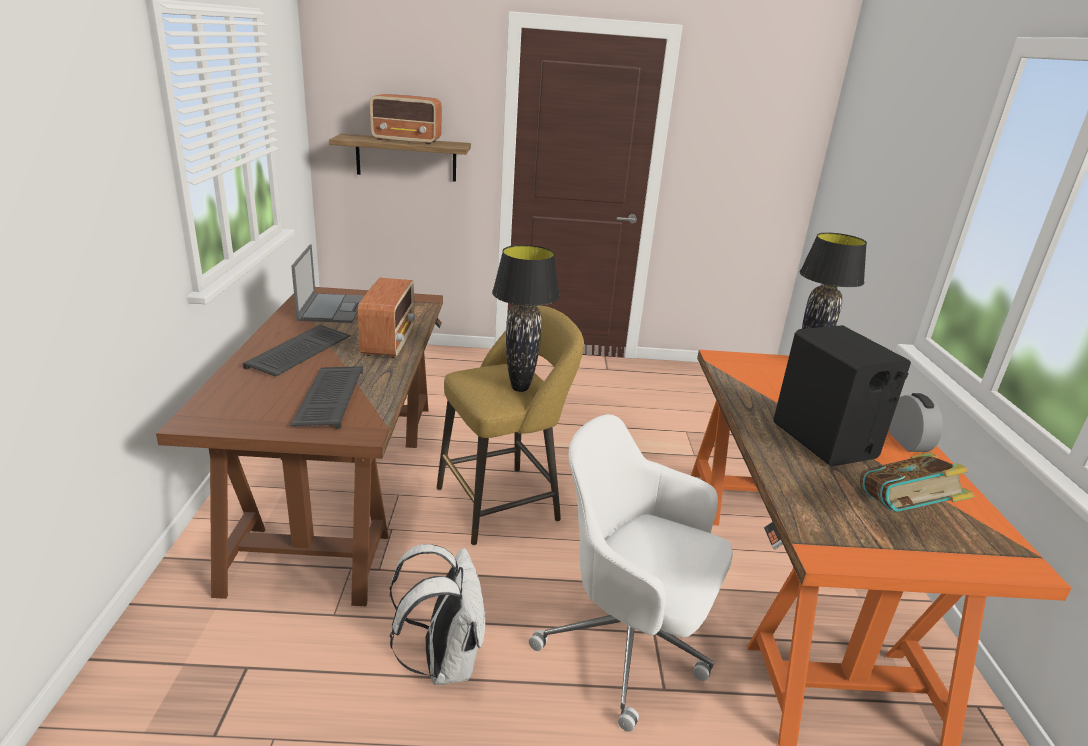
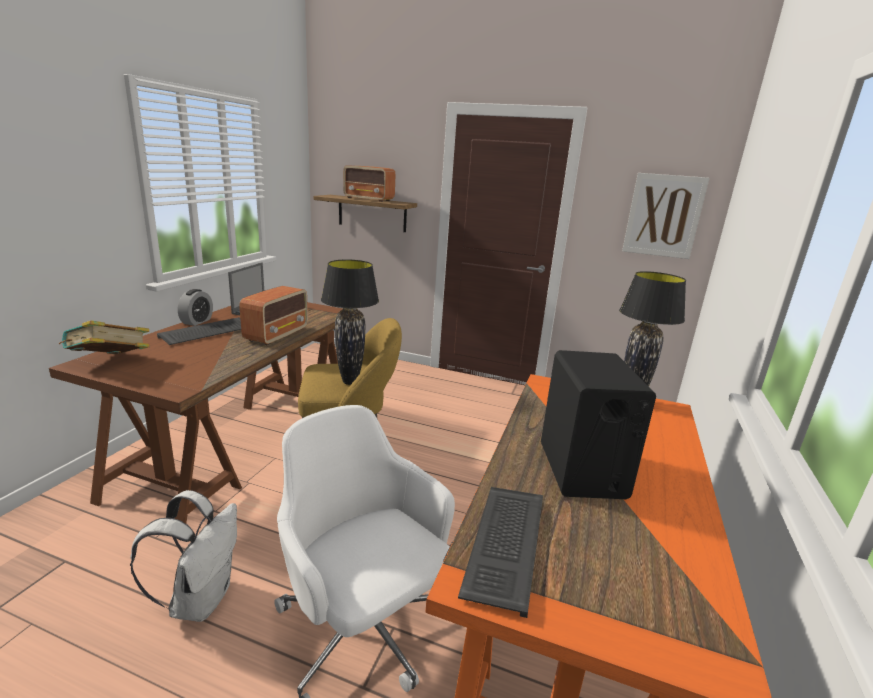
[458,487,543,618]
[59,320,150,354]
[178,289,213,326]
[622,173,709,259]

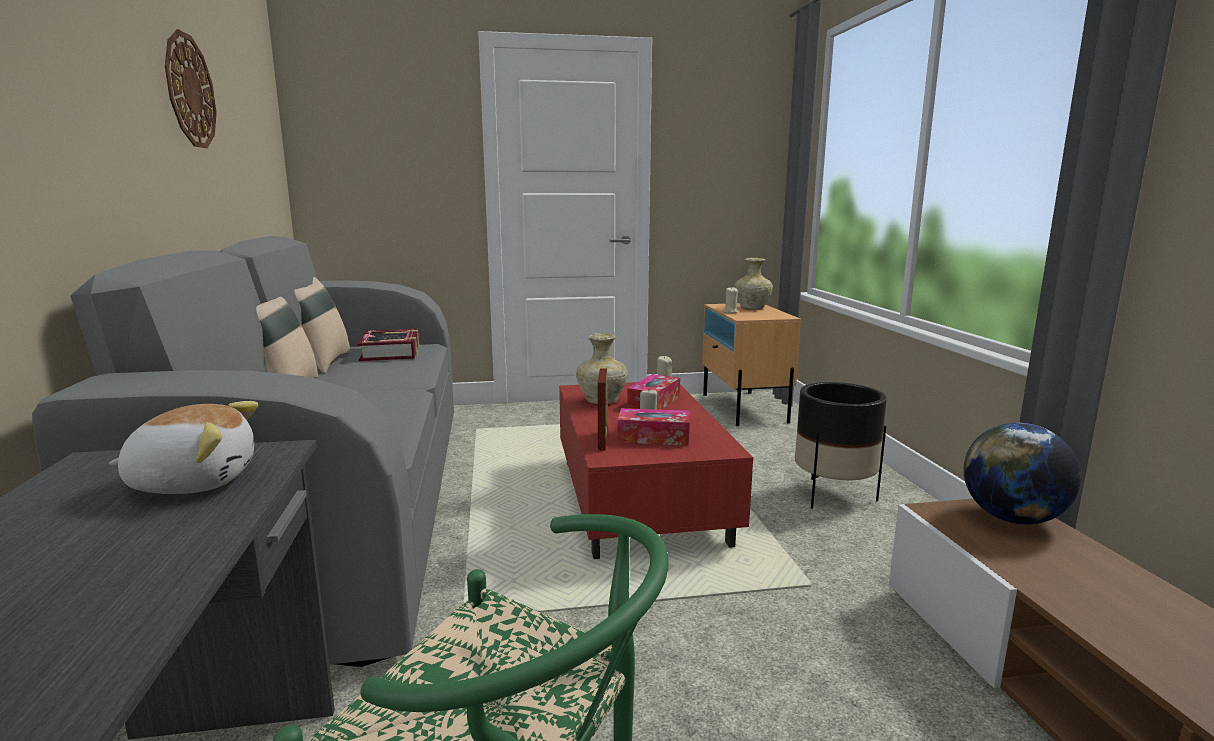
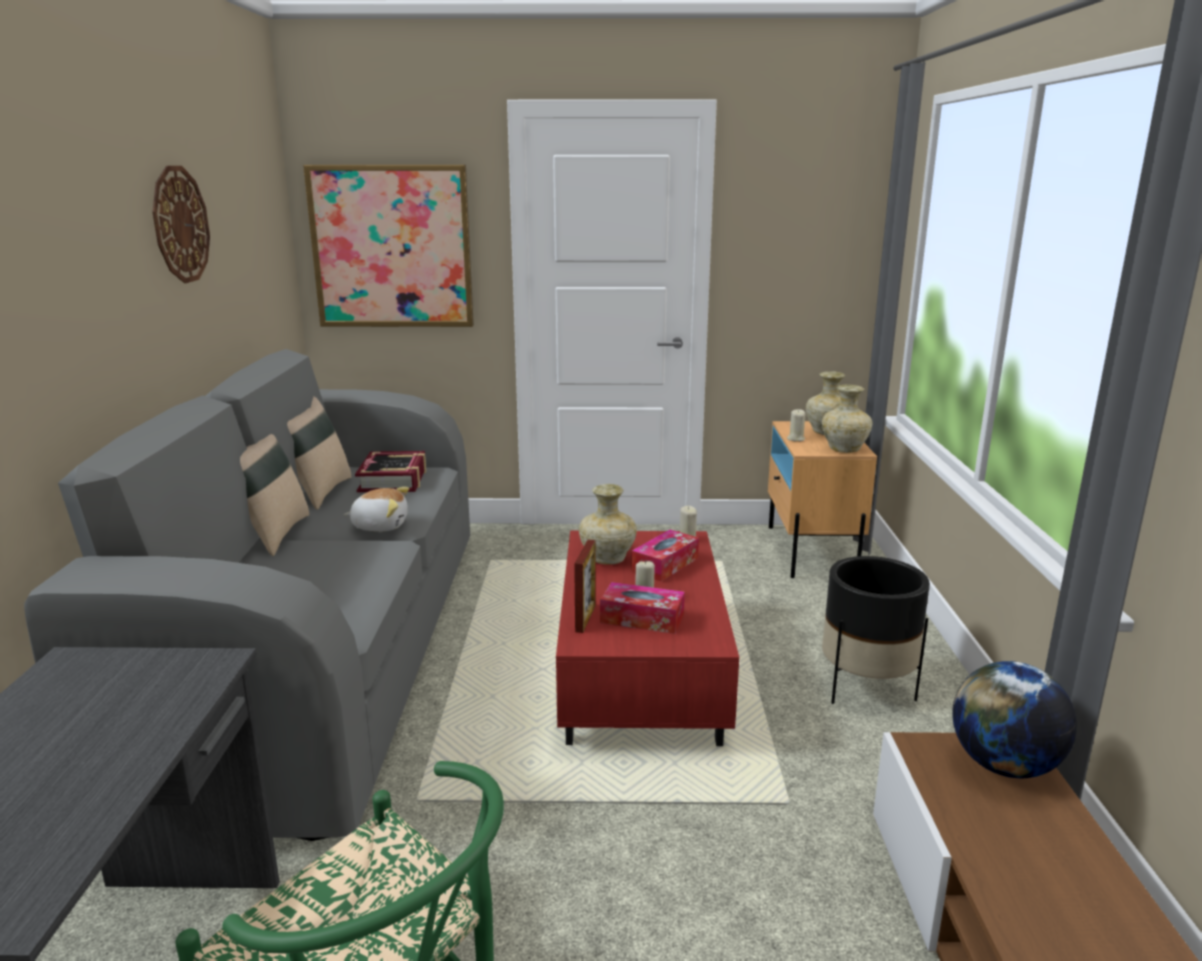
[344,487,409,532]
[303,165,474,327]
[822,385,872,453]

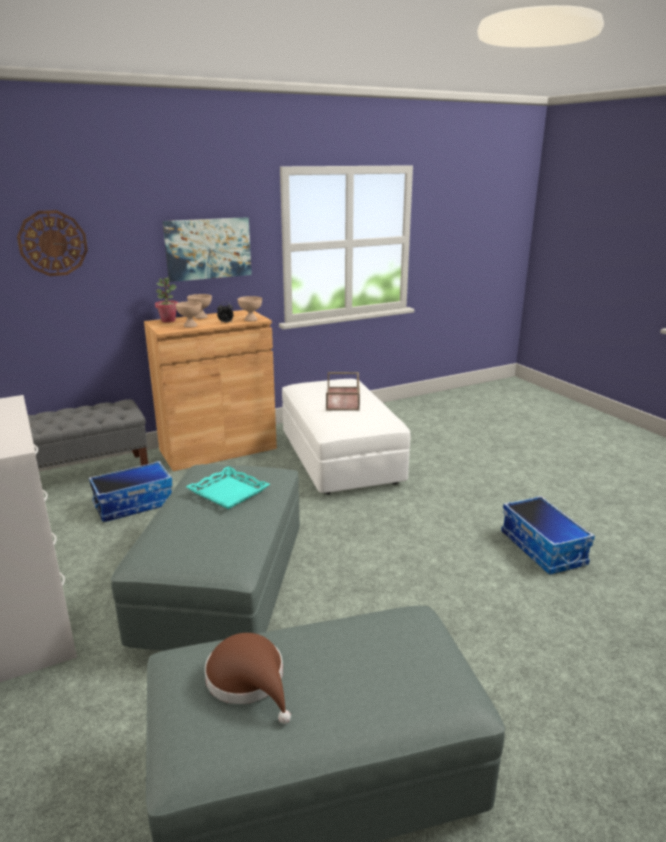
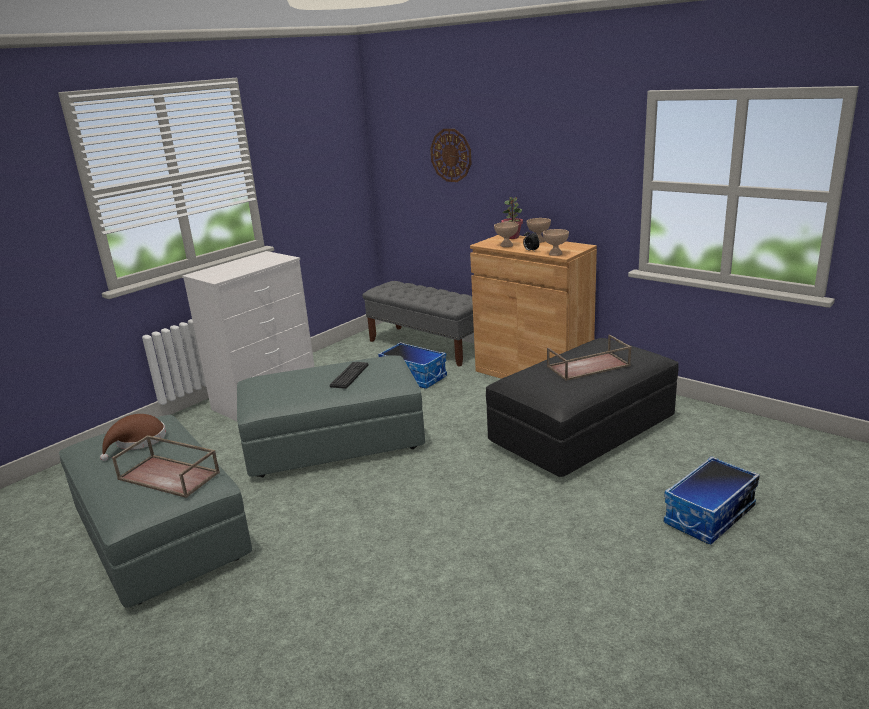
[163,217,252,282] (first image)
[330,362,368,389]
[486,338,679,477]
[664,456,760,545]
[112,435,220,498]

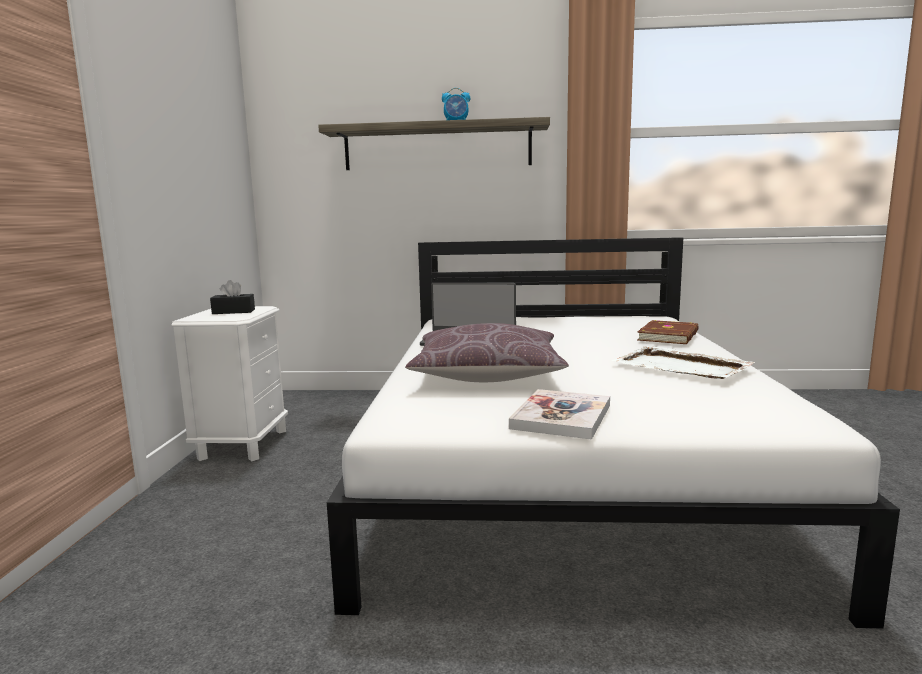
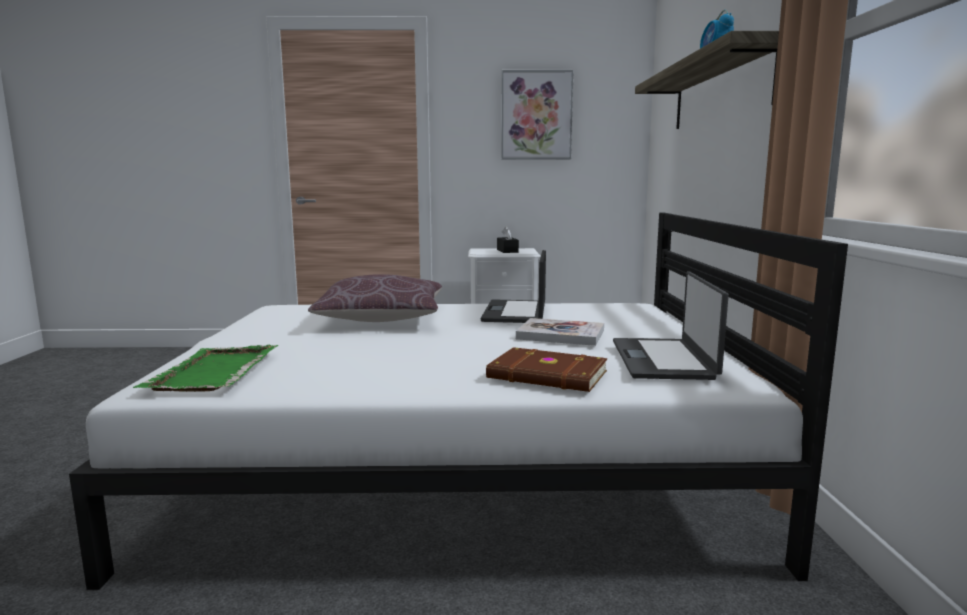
[516,318,604,346]
[612,346,755,379] (first image)
[133,345,278,392]
[501,70,574,160]
[613,271,729,380]

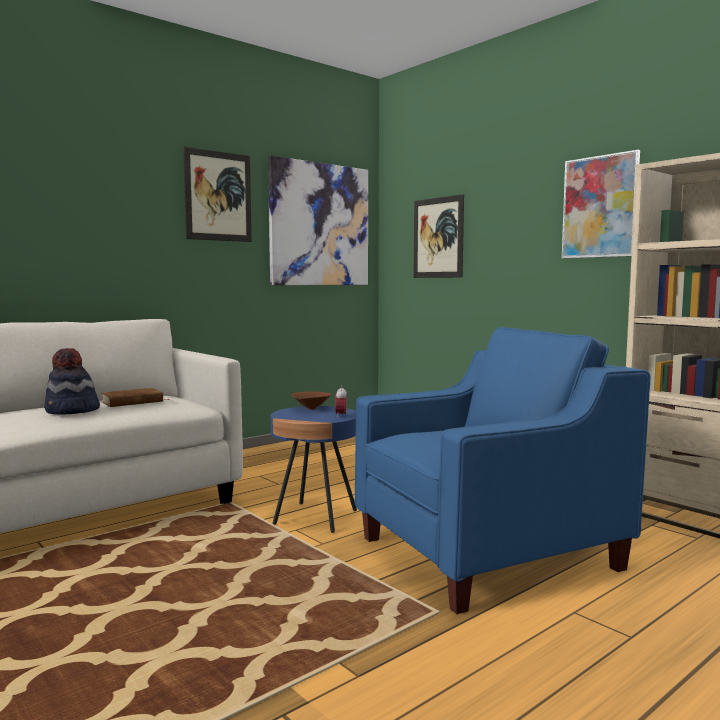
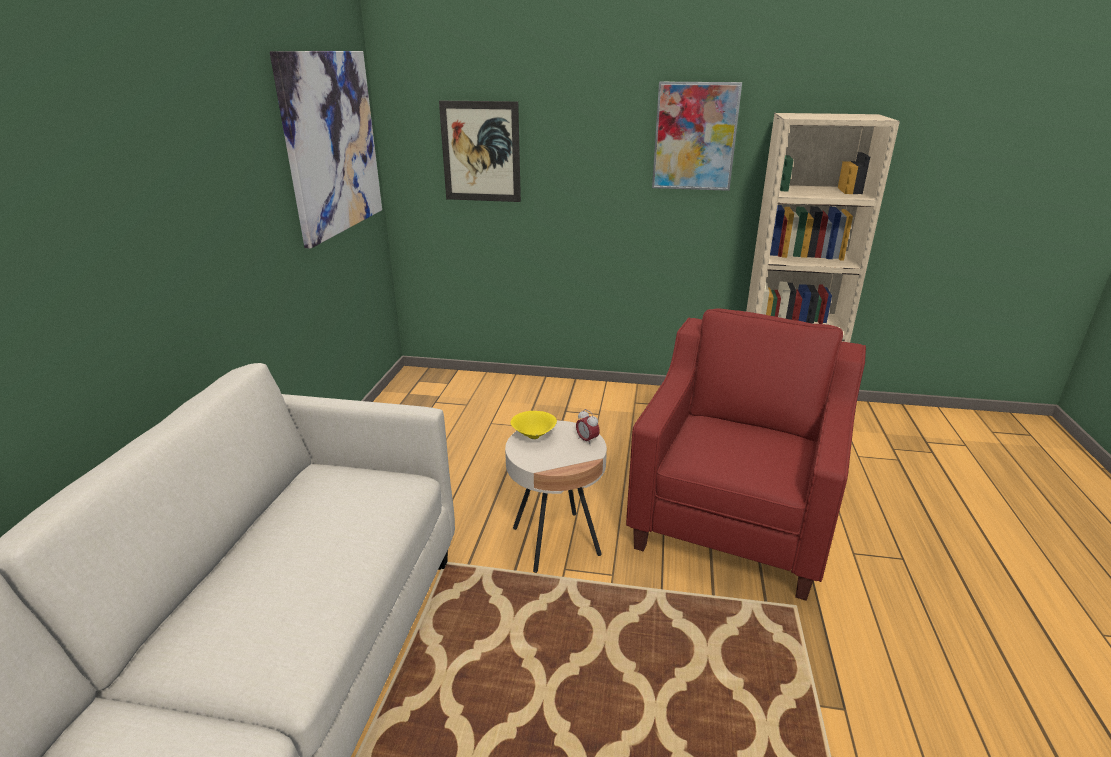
[44,348,100,415] (first image)
[102,388,169,407] (first image)
[183,147,252,242] (first image)
[505,421,607,573]
[511,411,557,439]
[626,308,866,601]

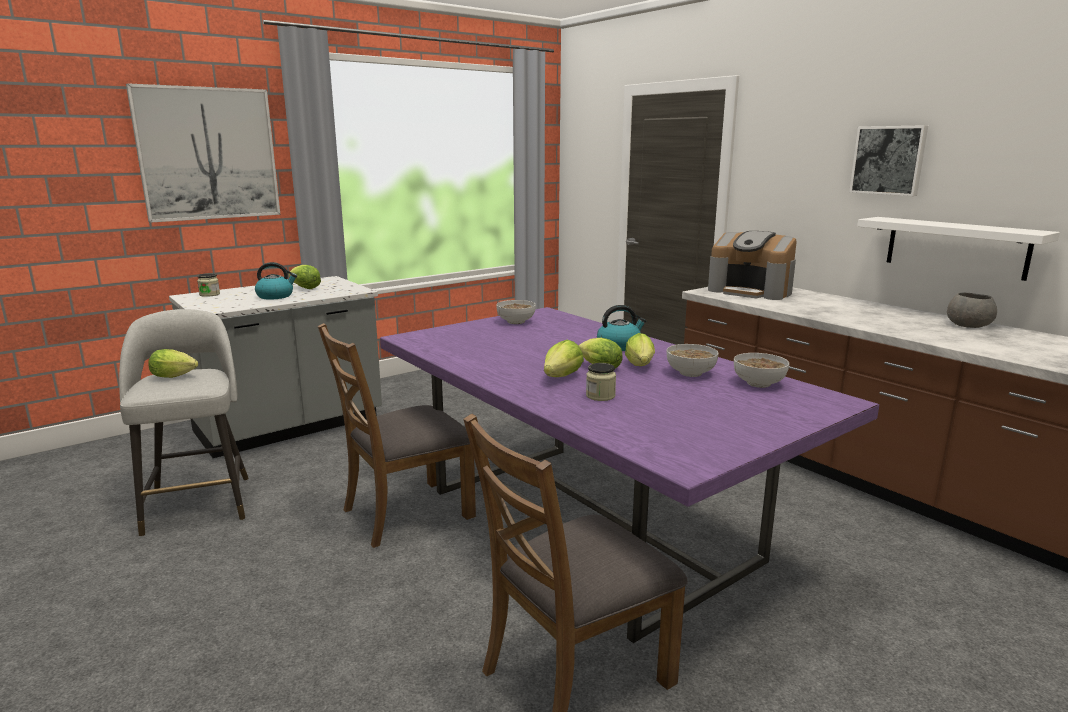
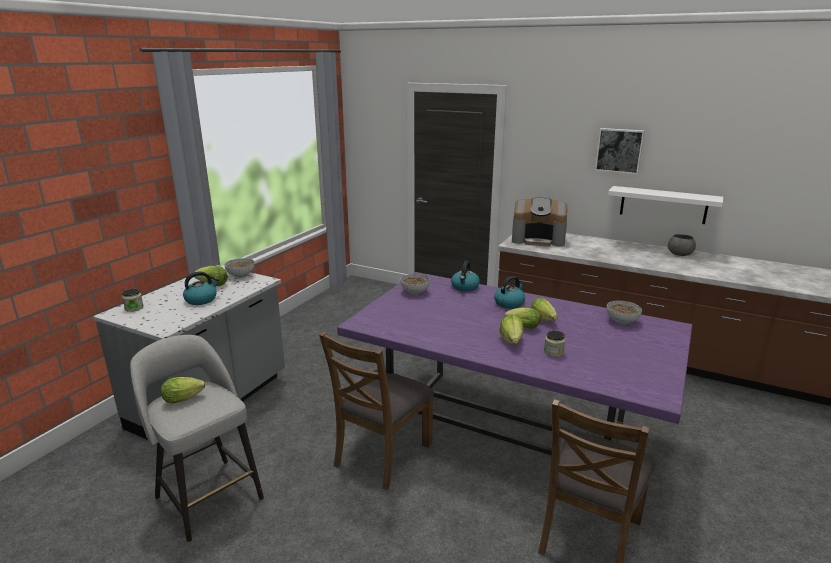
[126,83,280,223] (first image)
[225,258,255,278]
[451,261,480,292]

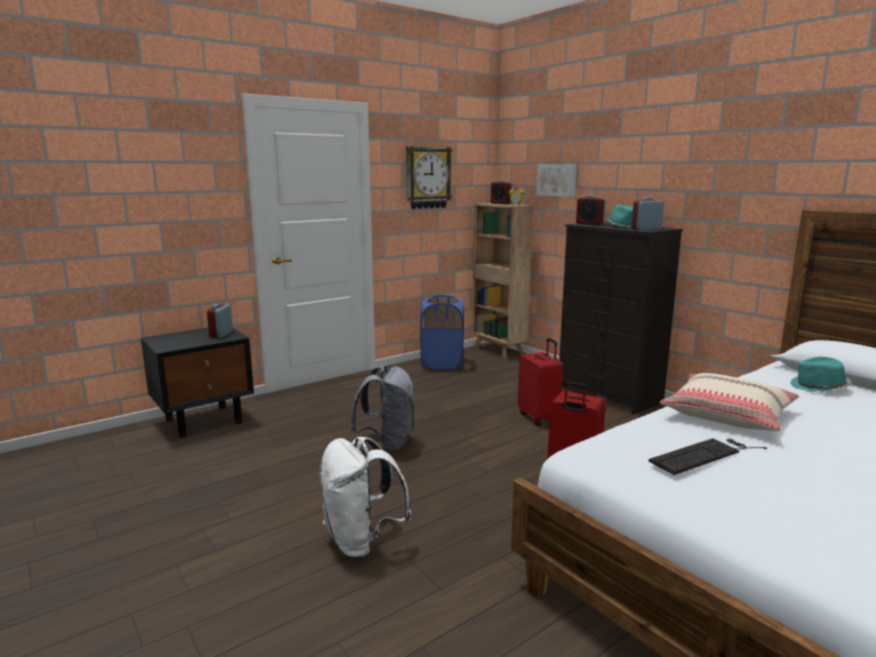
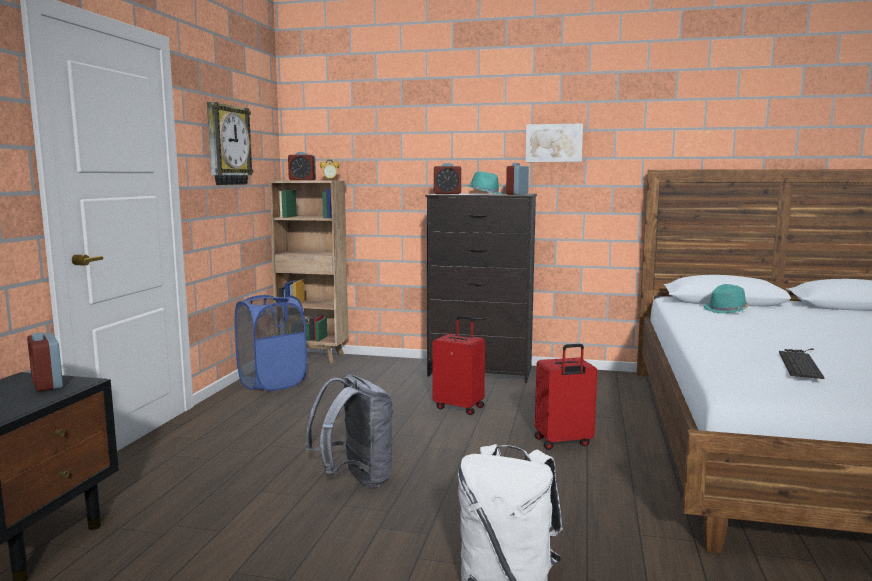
[525,123,583,162]
[659,373,799,431] (first image)

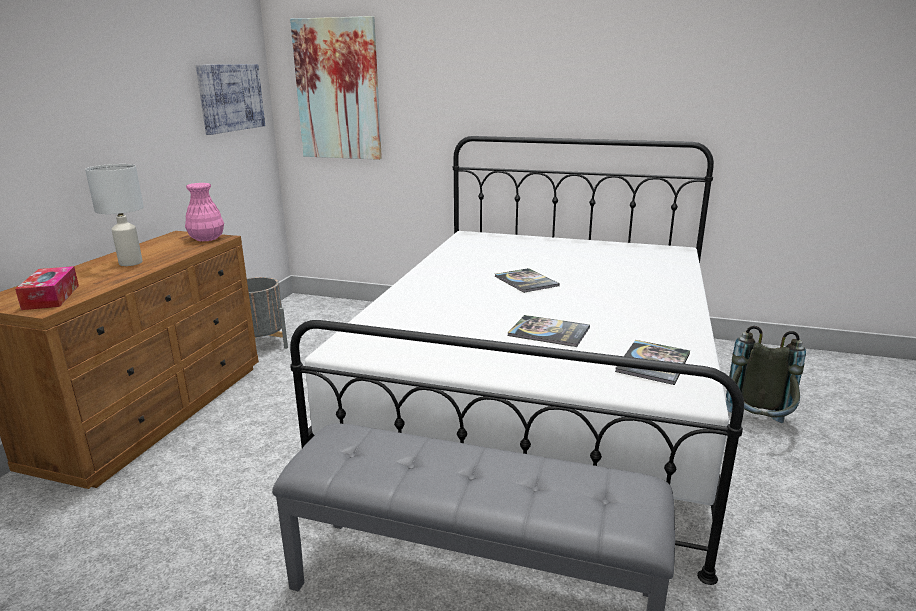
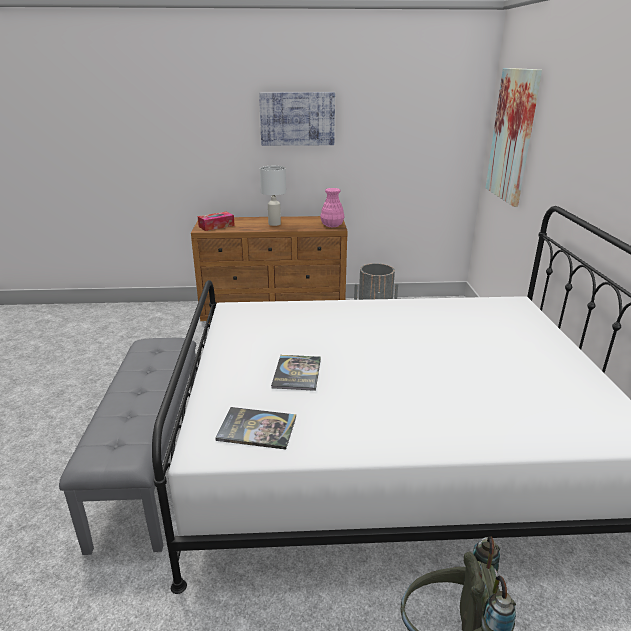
[259,92,335,146]
[495,268,560,293] (first image)

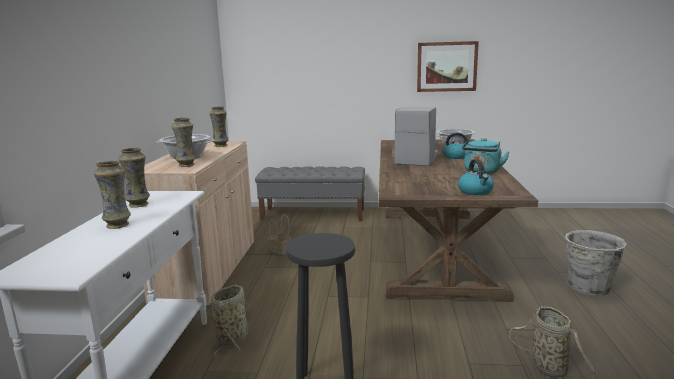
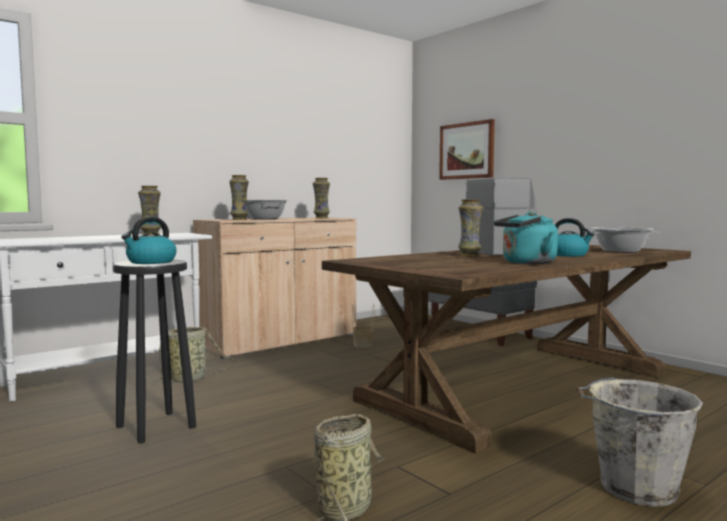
[458,199,483,257]
[439,119,495,180]
[121,217,177,264]

